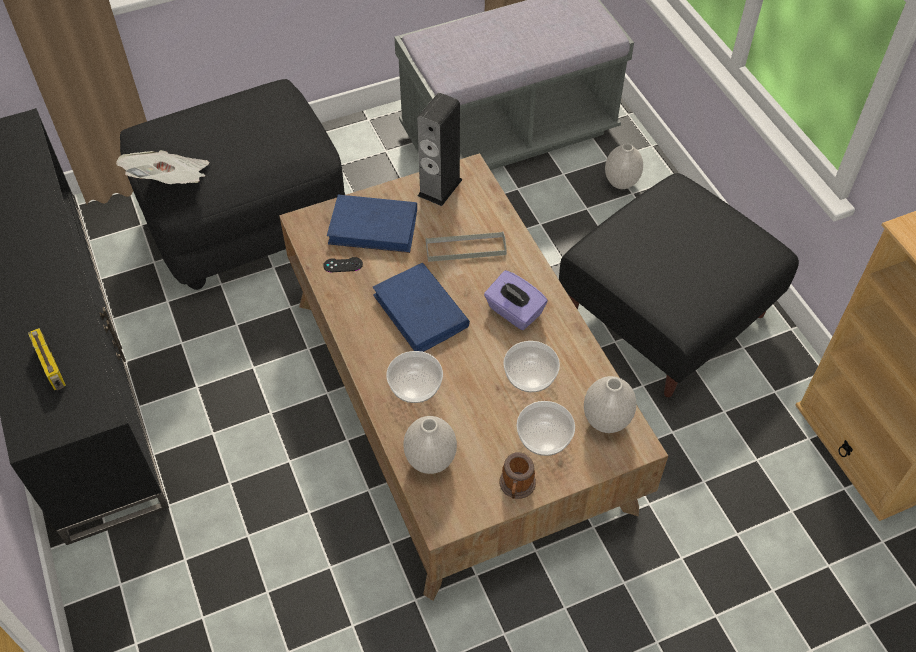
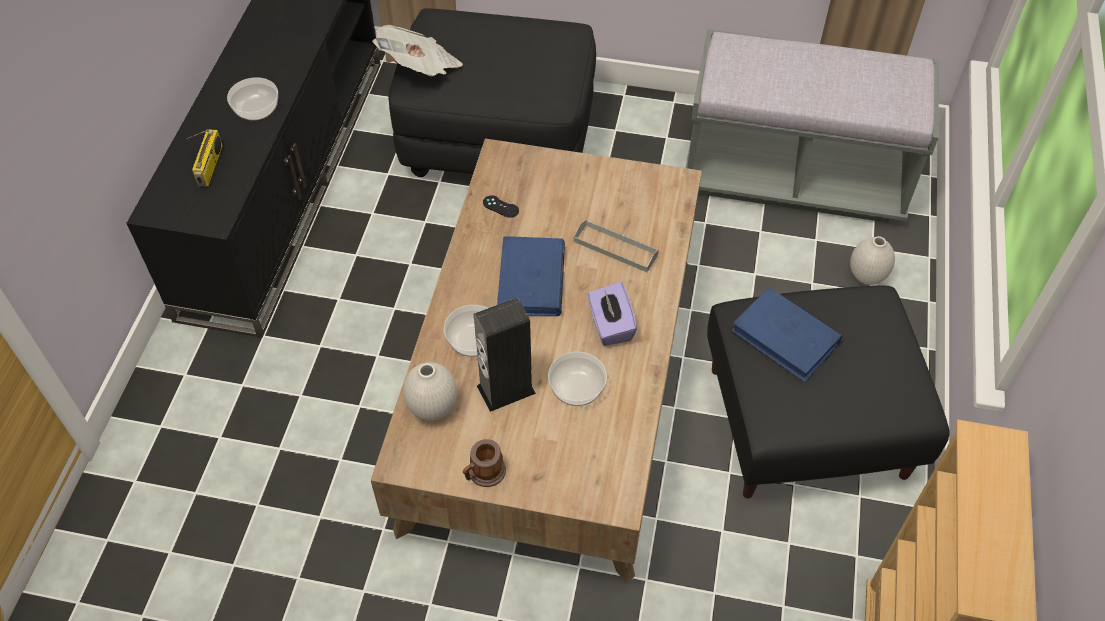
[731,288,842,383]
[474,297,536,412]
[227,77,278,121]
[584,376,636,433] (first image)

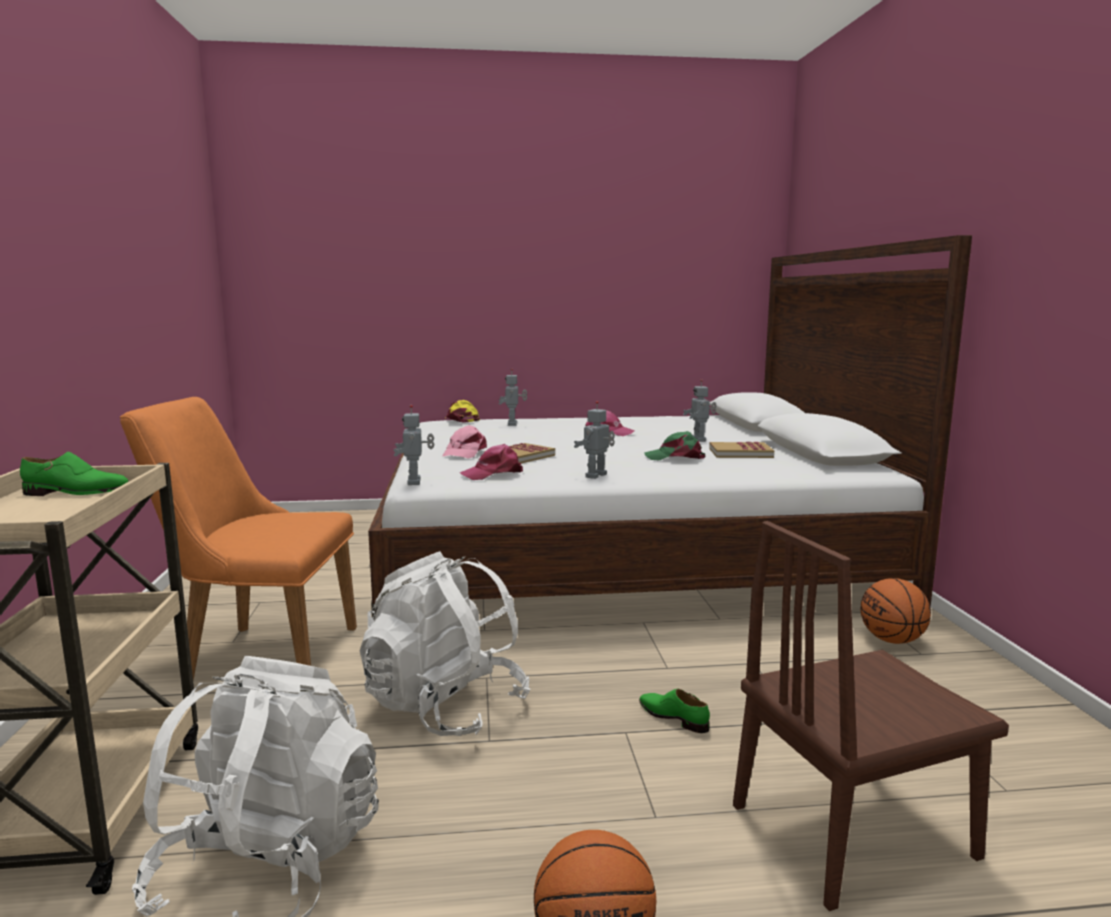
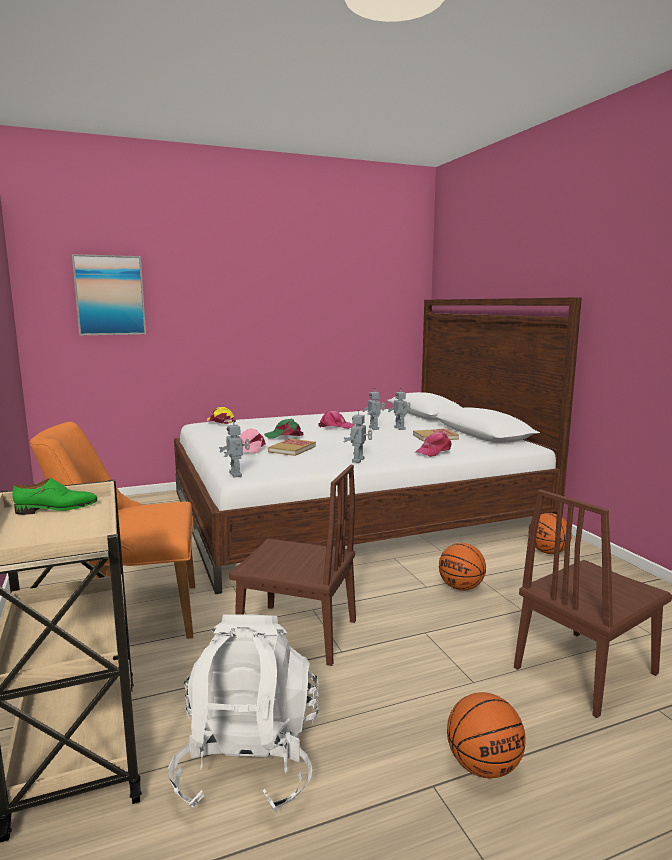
[229,465,356,666]
[415,431,452,457]
[362,387,385,430]
[639,689,710,733] (first image)
[264,418,303,439]
[72,254,146,336]
[439,543,486,590]

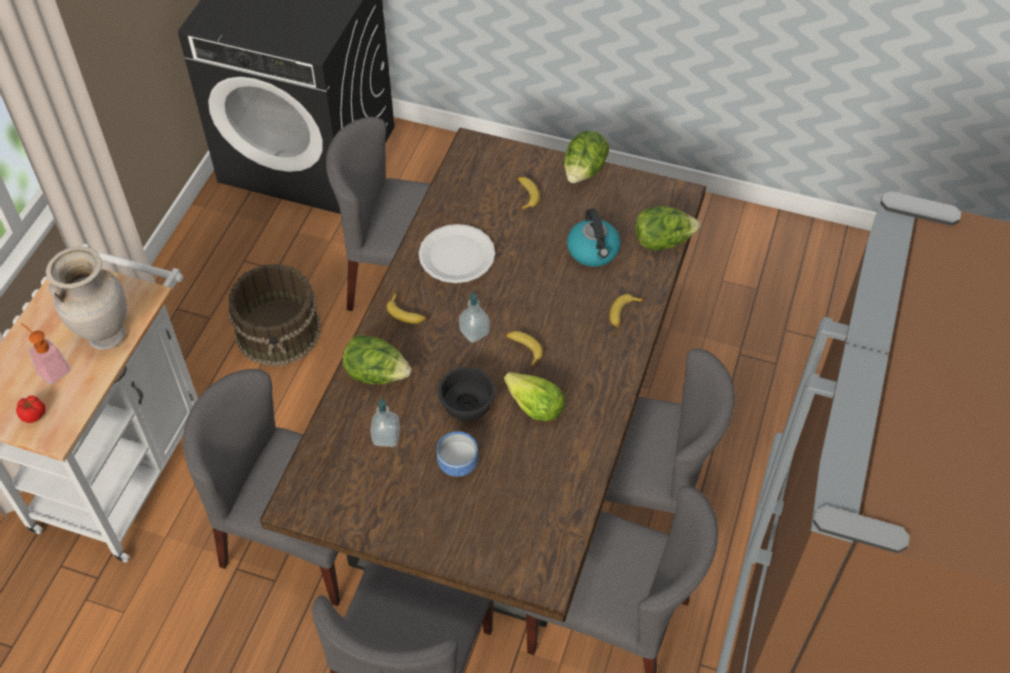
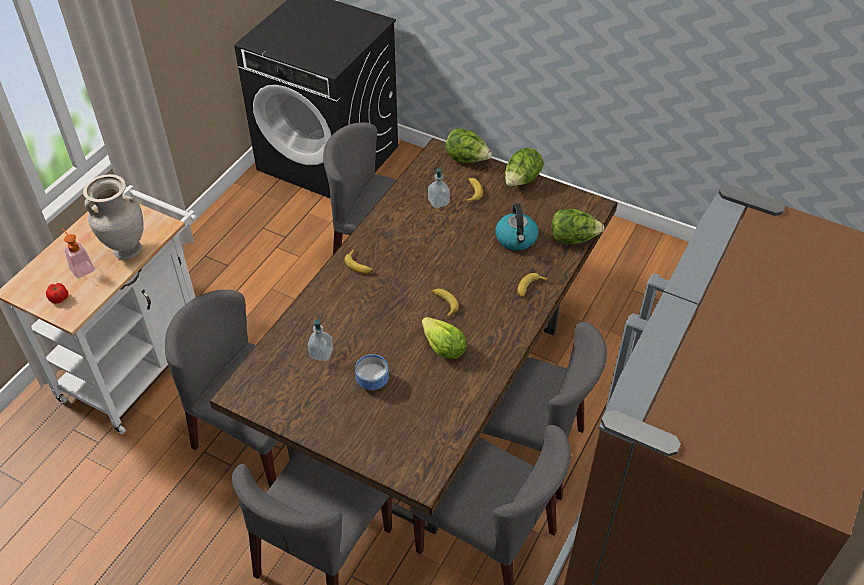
[228,264,321,367] (first image)
[445,128,492,163]
[419,224,495,283] (first image)
[438,367,496,421] (first image)
[428,168,450,208]

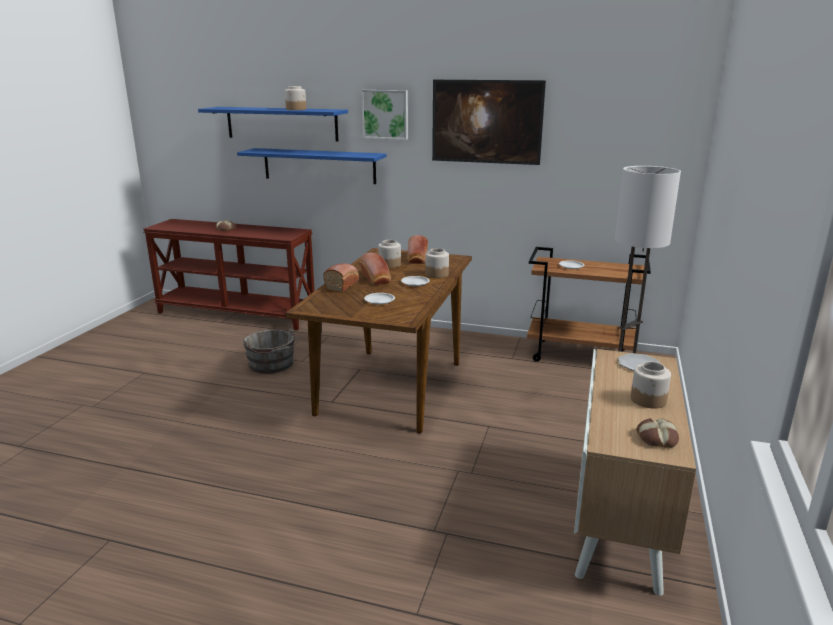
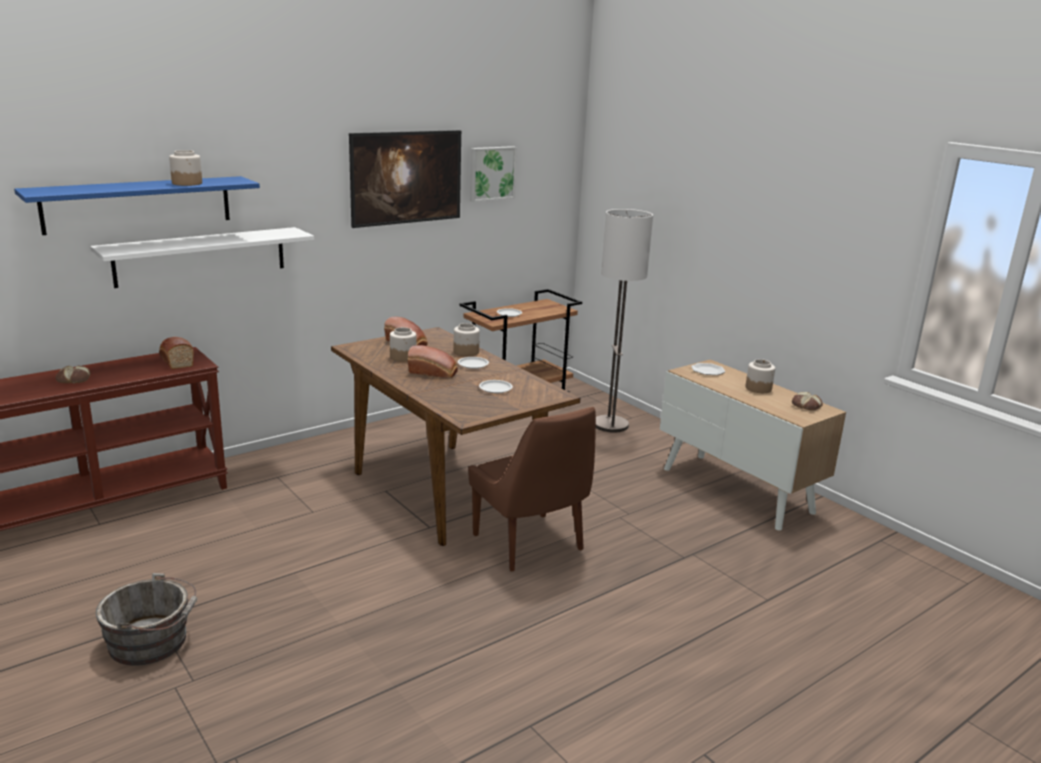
[90,227,314,288]
[96,573,197,665]
[159,337,194,370]
[470,146,517,202]
[468,407,596,571]

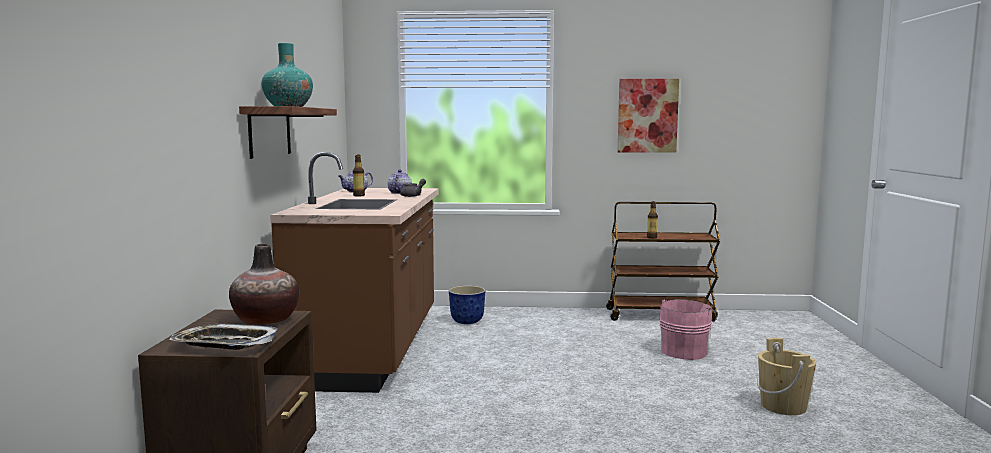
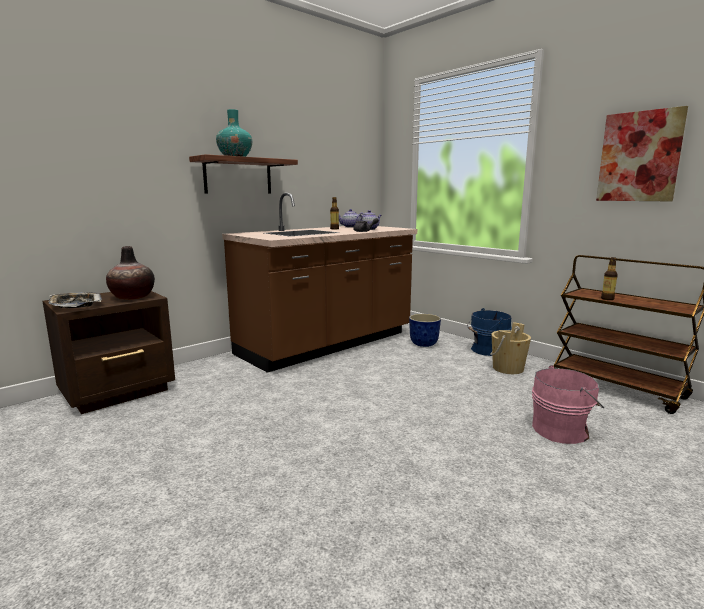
[490,322,531,374]
[467,308,512,356]

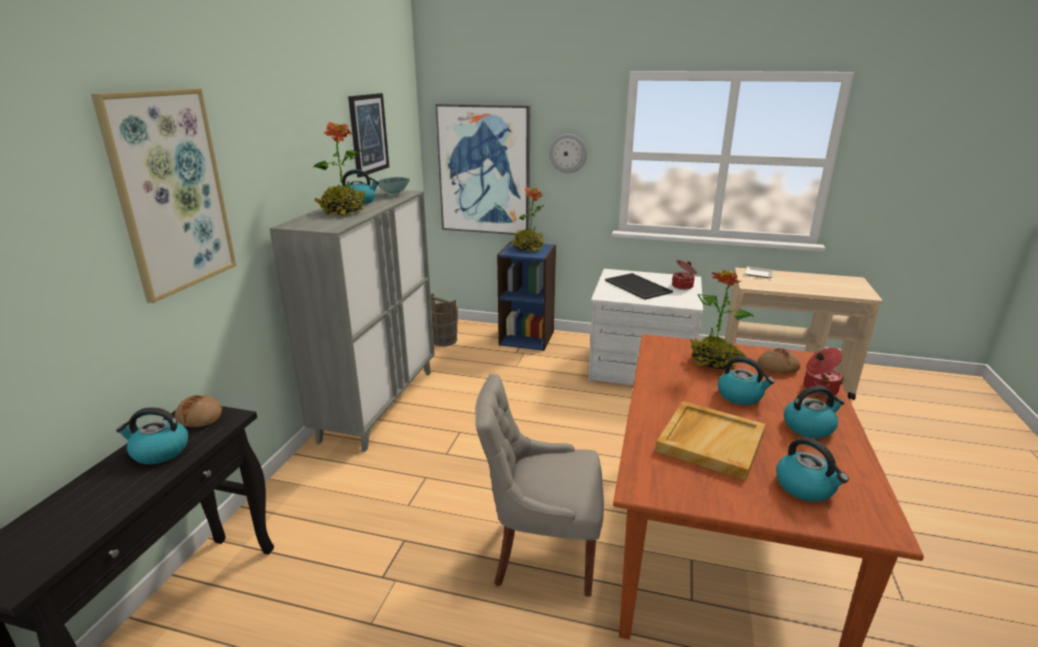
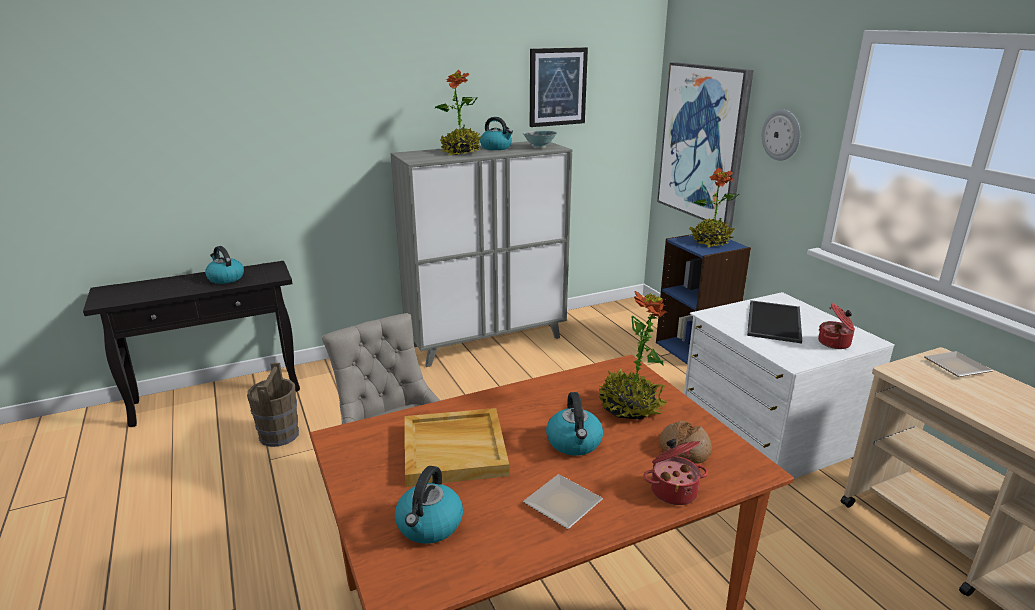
[91,88,236,303] (first image)
[175,395,222,427] (first image)
[247,363,299,447]
[523,474,603,529]

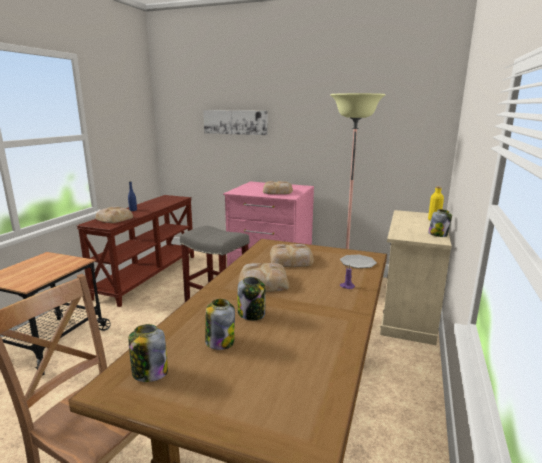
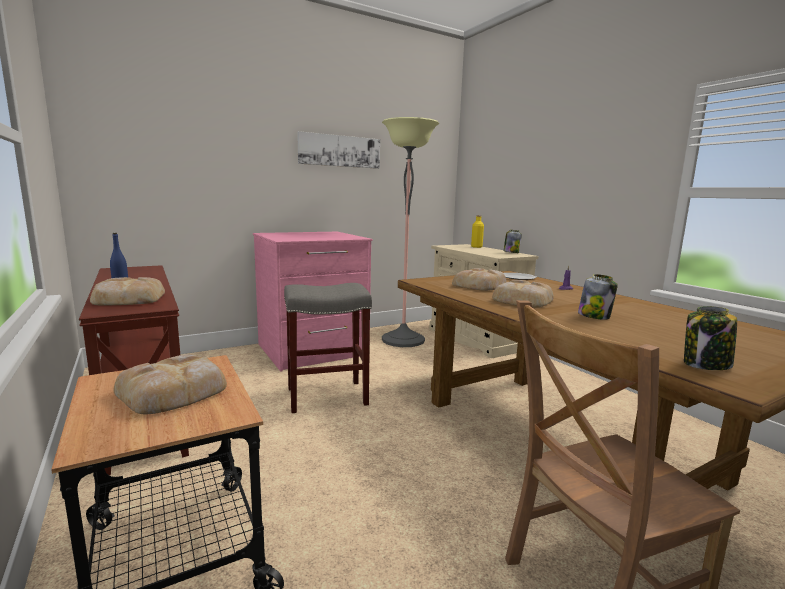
[297,131,380,169]
[205,299,235,350] (first image)
[114,354,227,414]

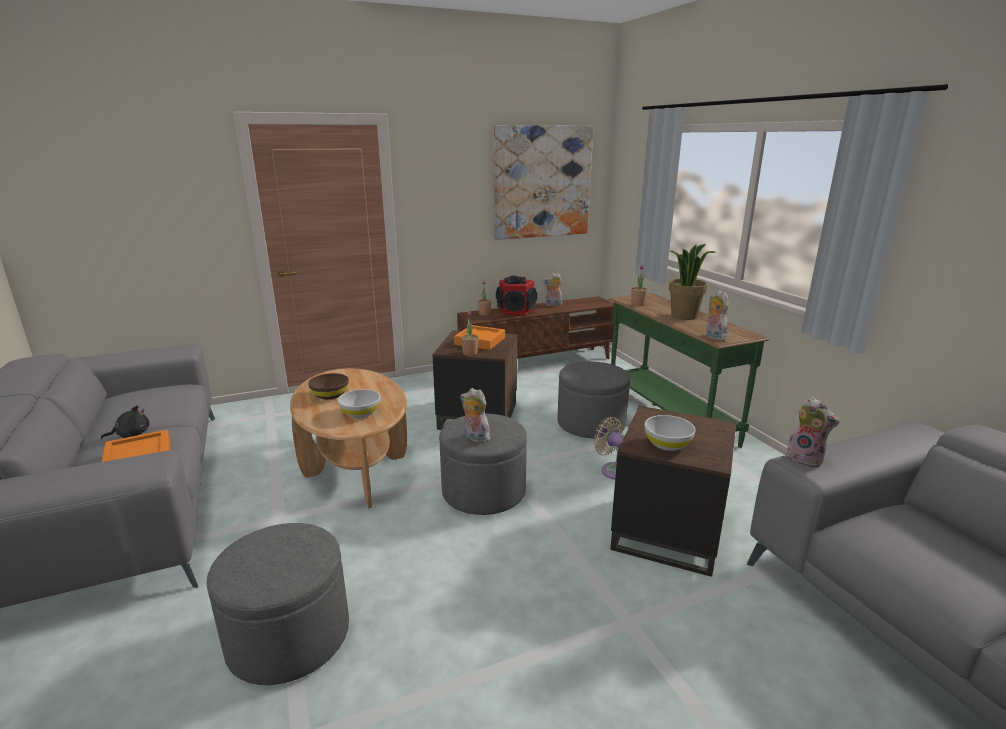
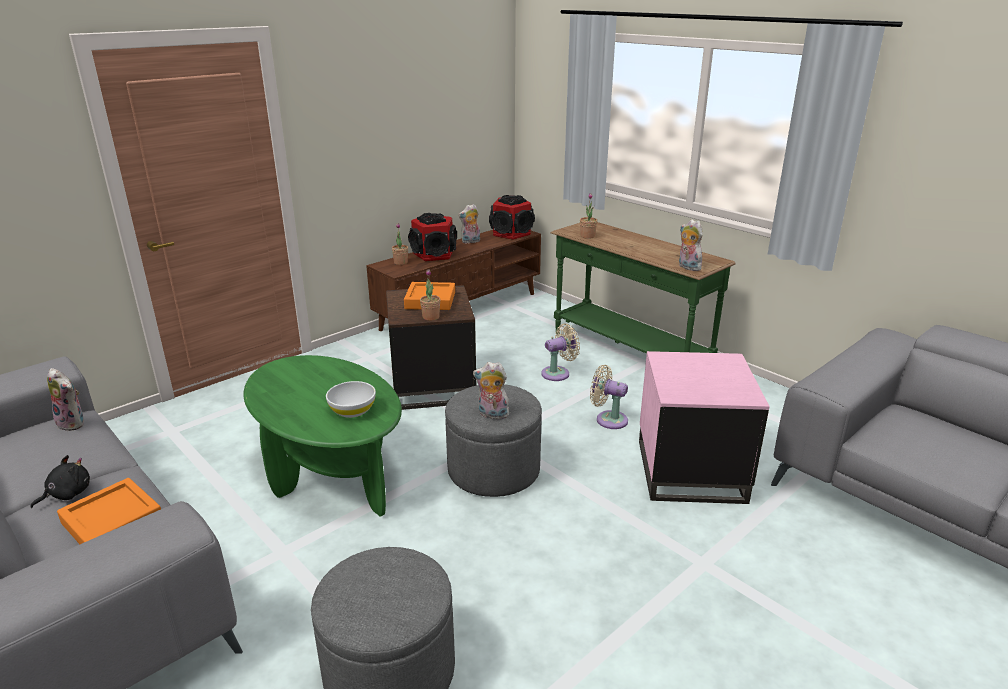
[243,355,402,517]
[308,373,349,400] (first image)
[494,125,593,240] (first image)
[541,324,580,381]
[639,351,770,504]
[644,415,696,451] (first image)
[669,244,716,320] (first image)
[47,368,84,431]
[489,195,535,240]

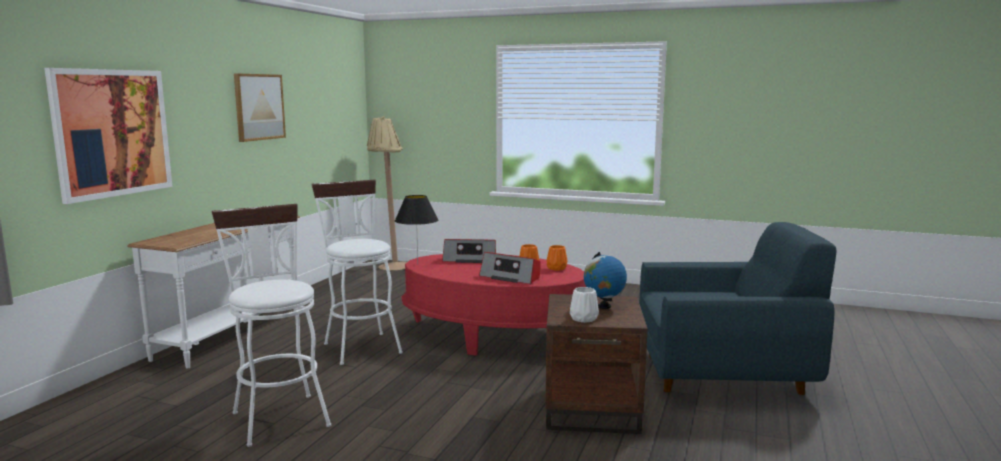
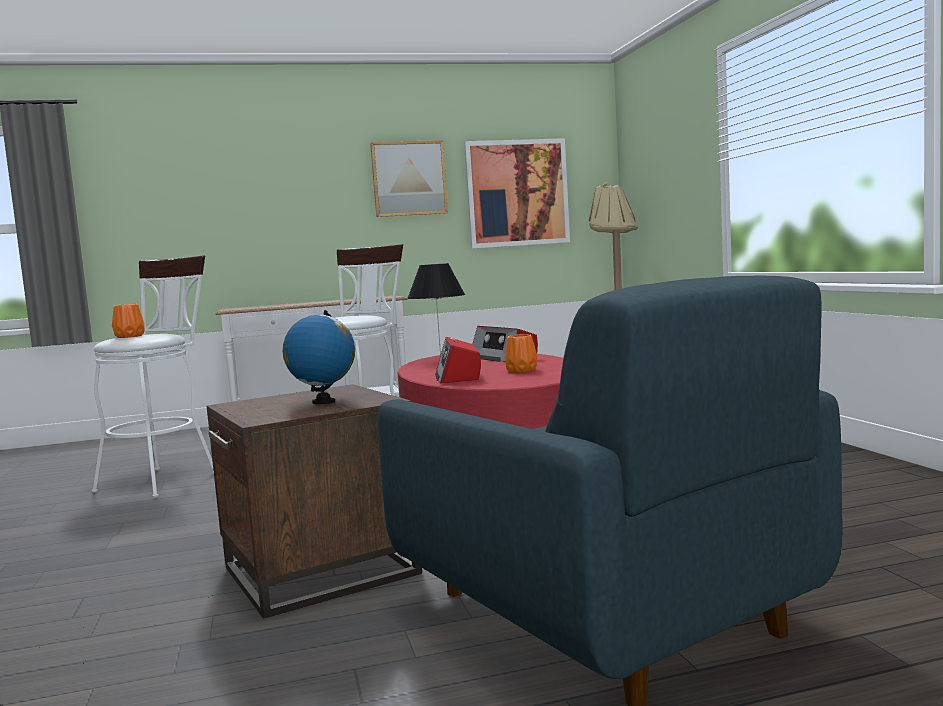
[464,138,570,249]
[112,304,145,338]
[570,287,599,323] (first image)

